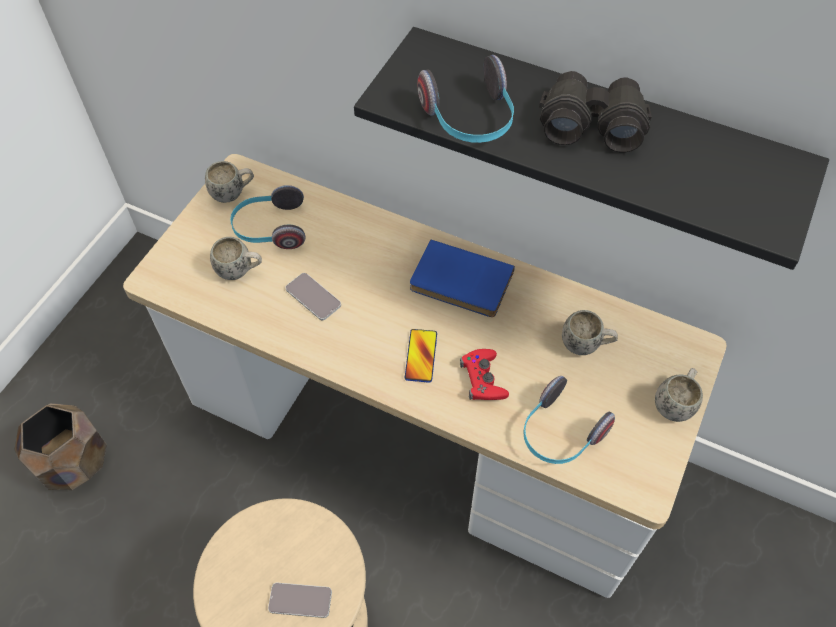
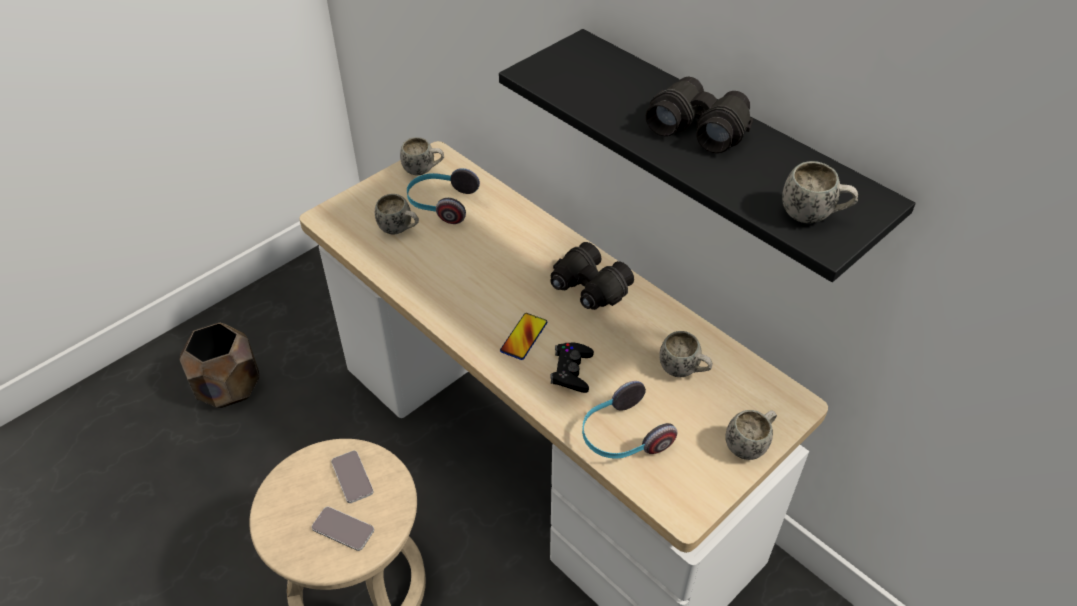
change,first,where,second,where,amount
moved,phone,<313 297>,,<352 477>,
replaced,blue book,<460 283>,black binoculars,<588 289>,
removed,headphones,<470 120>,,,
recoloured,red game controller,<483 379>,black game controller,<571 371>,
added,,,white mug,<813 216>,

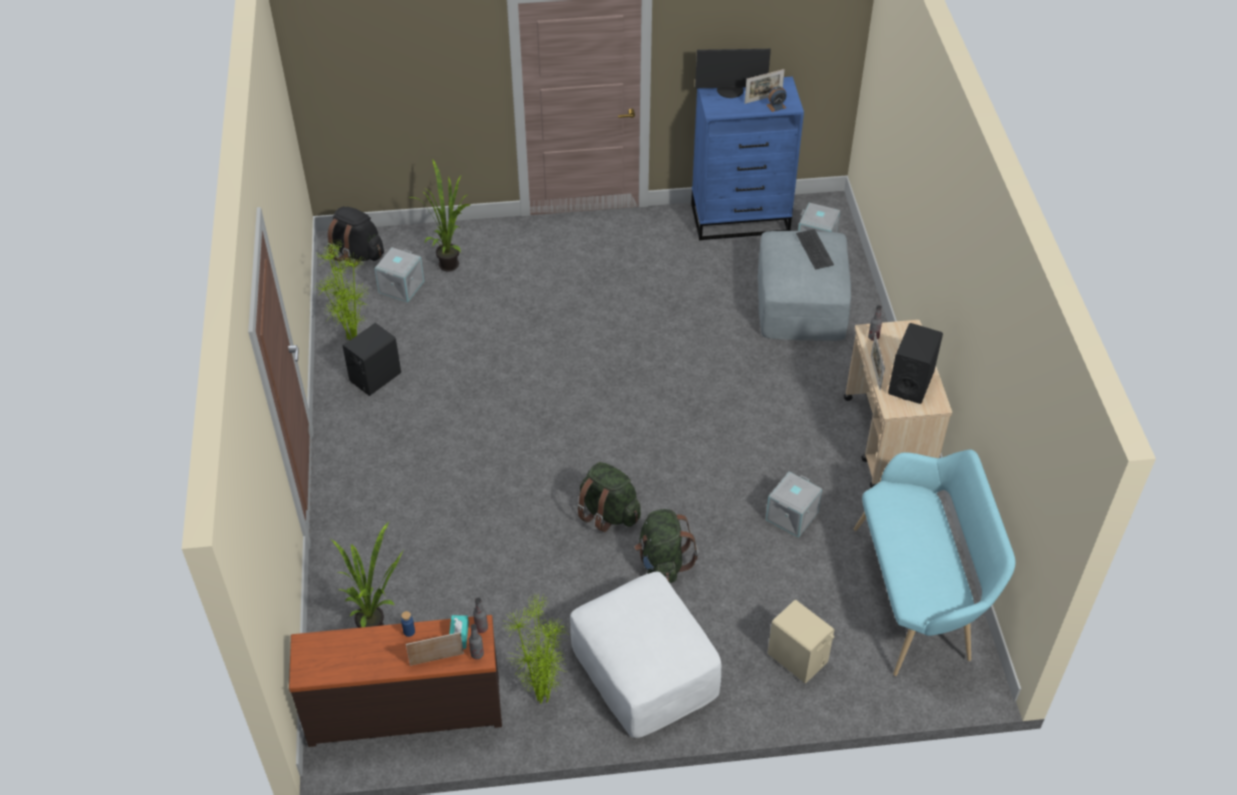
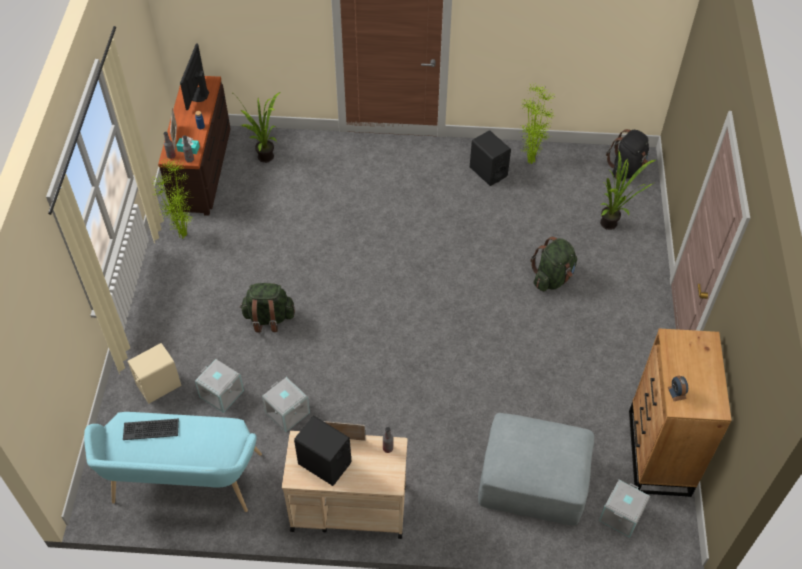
change,first,where,second,where,amount
moved,grey storage box,<401 286>,,<222 393>,
removed,white ottoman,<645 669>,,,
moved,green backpack,<608 513>,,<552 278>,
recoloured,blue dresser,<741 219>,brown dresser,<658 453>,
moved,monitor,<730 91>,,<197 94>,
removed,picture frame,<763 98>,,,
moved,keyboard,<814 249>,,<151 429>,

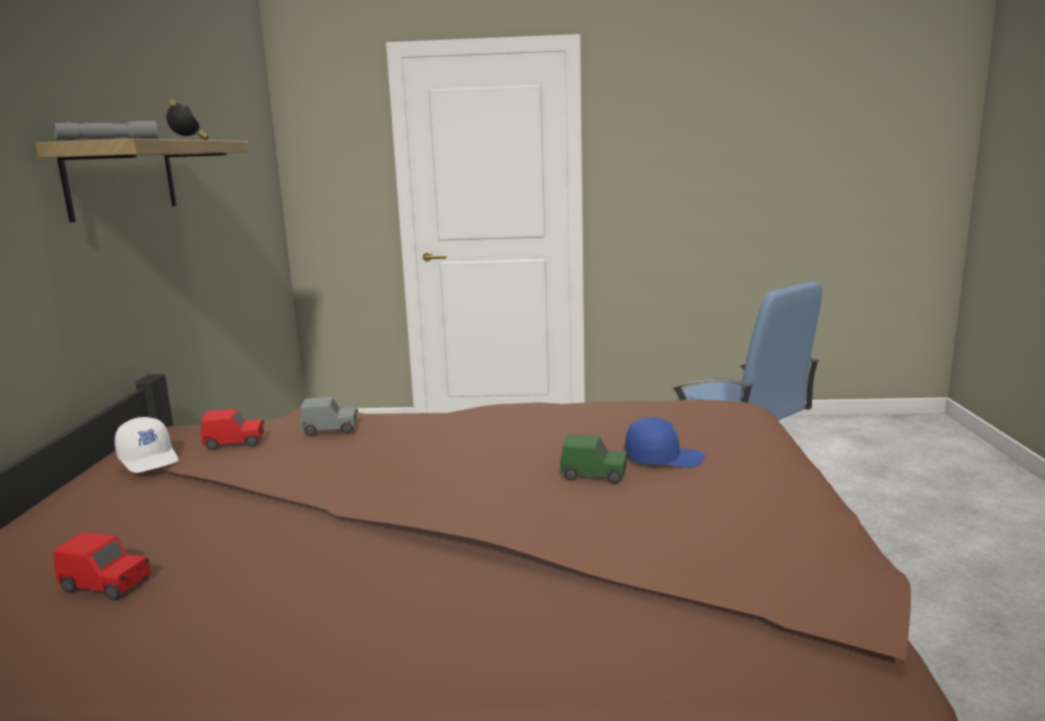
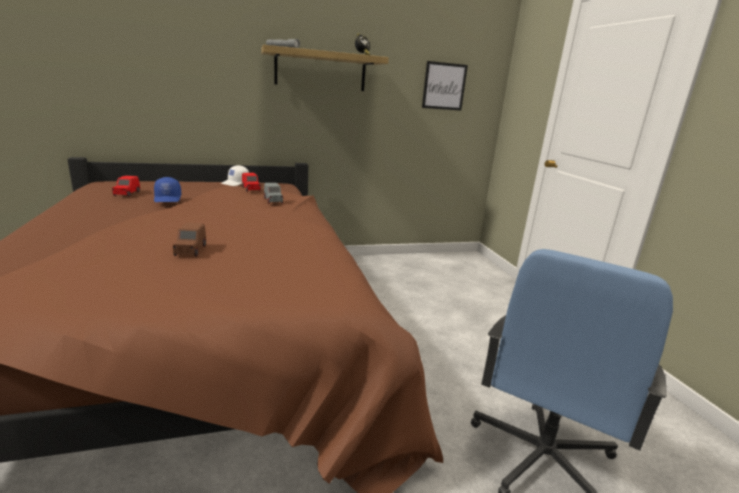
change,first,where,second,where,amount
recoloured,green toy car,<594 475>,brown toy car,<190 250>,
moved,blue cap,<663 458>,,<168 198>,
added,,,picture,<444 86>,

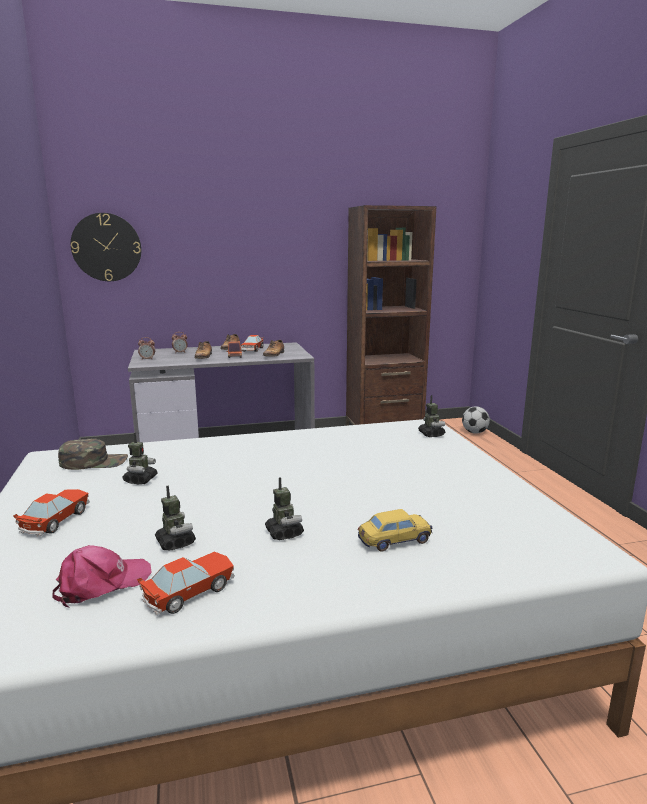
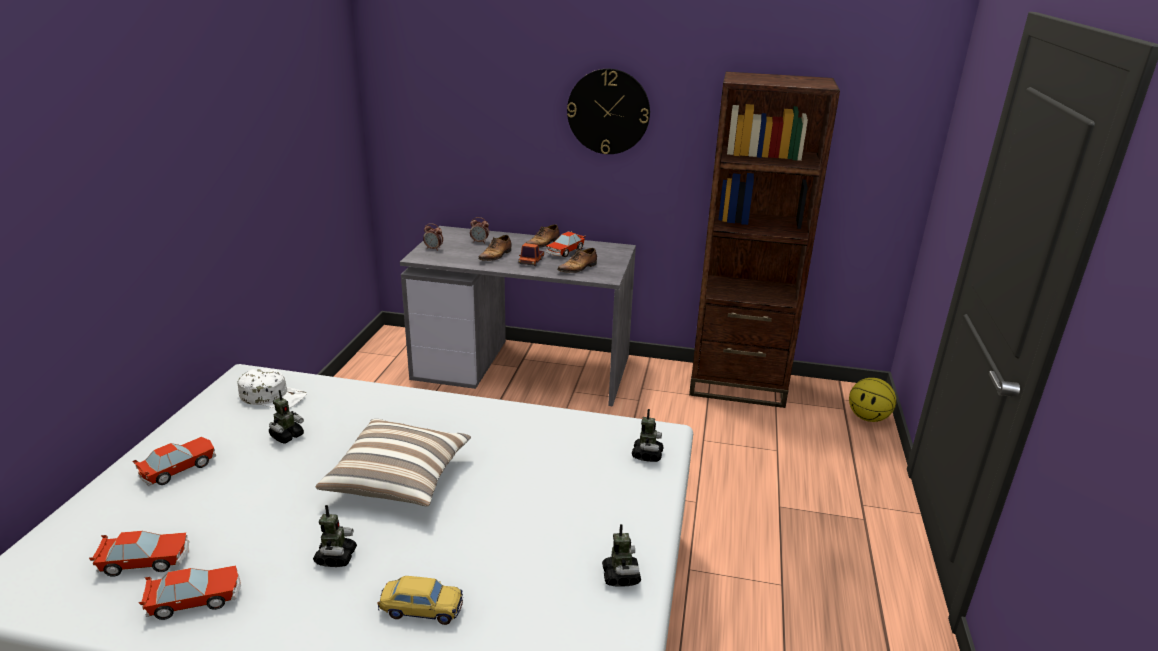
change,first,where,second,where,amount
replaced,pink cap,<101 583>,toy car,<145 561>,
recoloured,green cap,<94 462>,white cap,<273 396>,
moved,wall clock,<106 247>,,<608 111>,
moved,toy robot,<175 543>,,<621 576>,
replaced,football,<475 432>,basketball,<868 418>,
added,,,pillow,<399 480>,

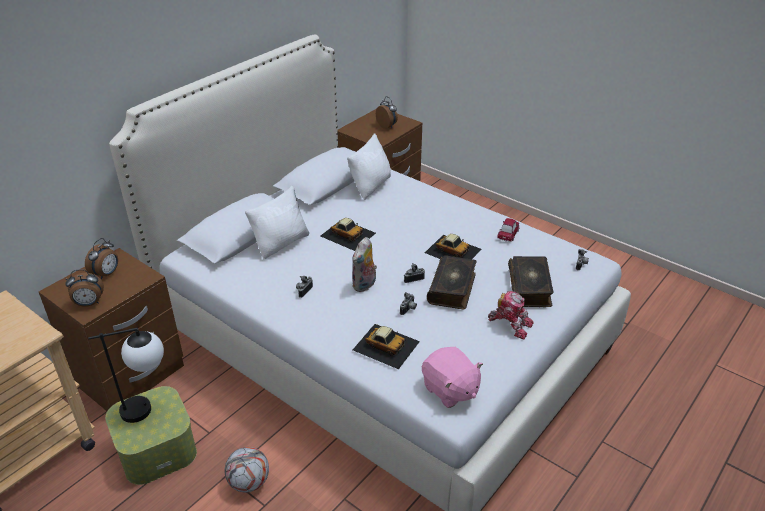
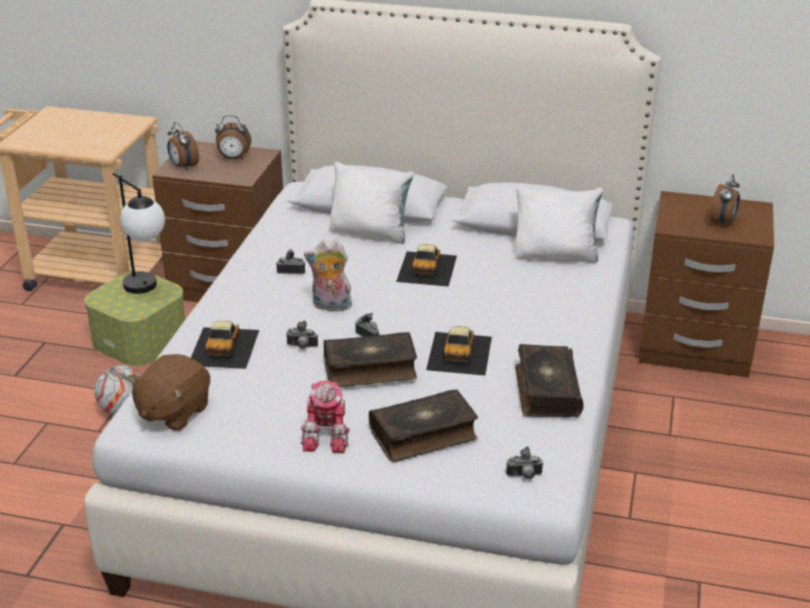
change,first,where,second,where,amount
recoloured,pink plush toy,<450 390>,brown plush toy,<173 412>,
replaced,toy car,<508 234>,book,<546 391>,

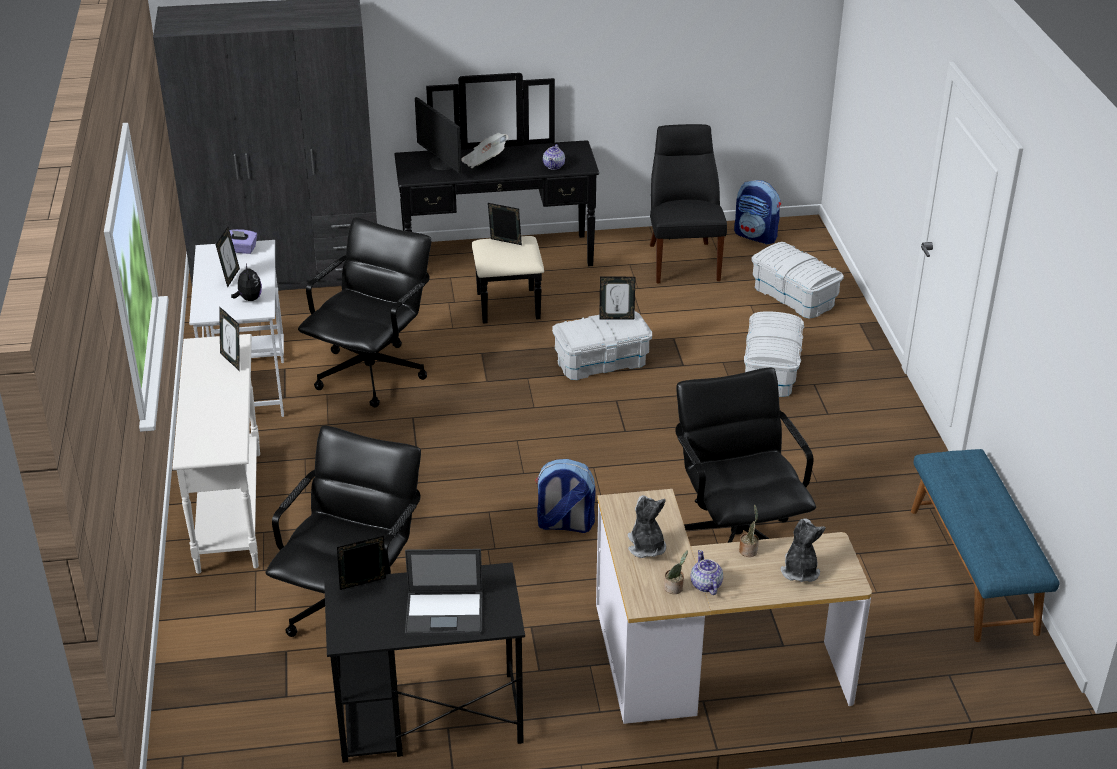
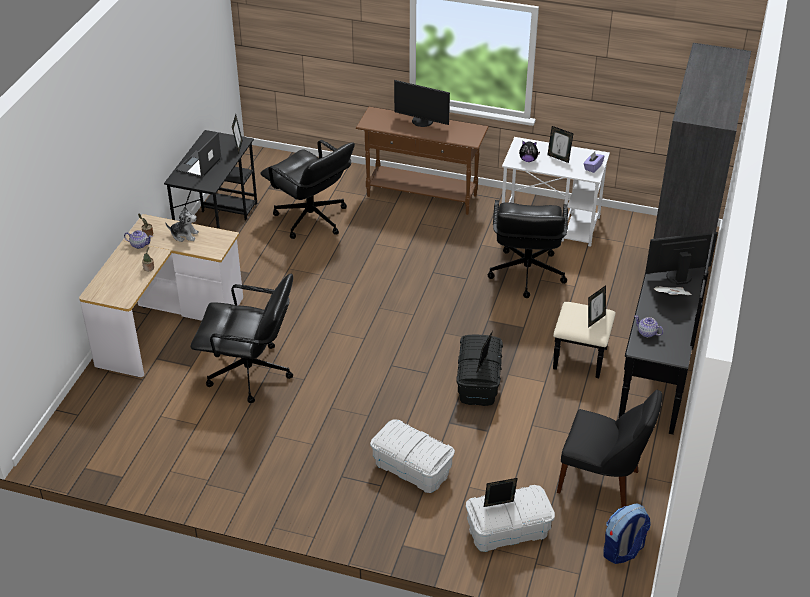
change,first,where,second,where,amount
recoloured,white console table,<230 510>,brown console table,<422 196>,
moved,picture frame,<232 361>,,<499 506>,
turned,black office chair,<372 374>,,<526 273>,45 degrees clockwise
removed,backpack,<564 524>,,,
recoloured,white storage box,<601 361>,black storage box,<479 381>,
removed,plush toy,<799 570>,,,
removed,blue bench,<973 570>,,,
added,,,monitor,<422 121>,

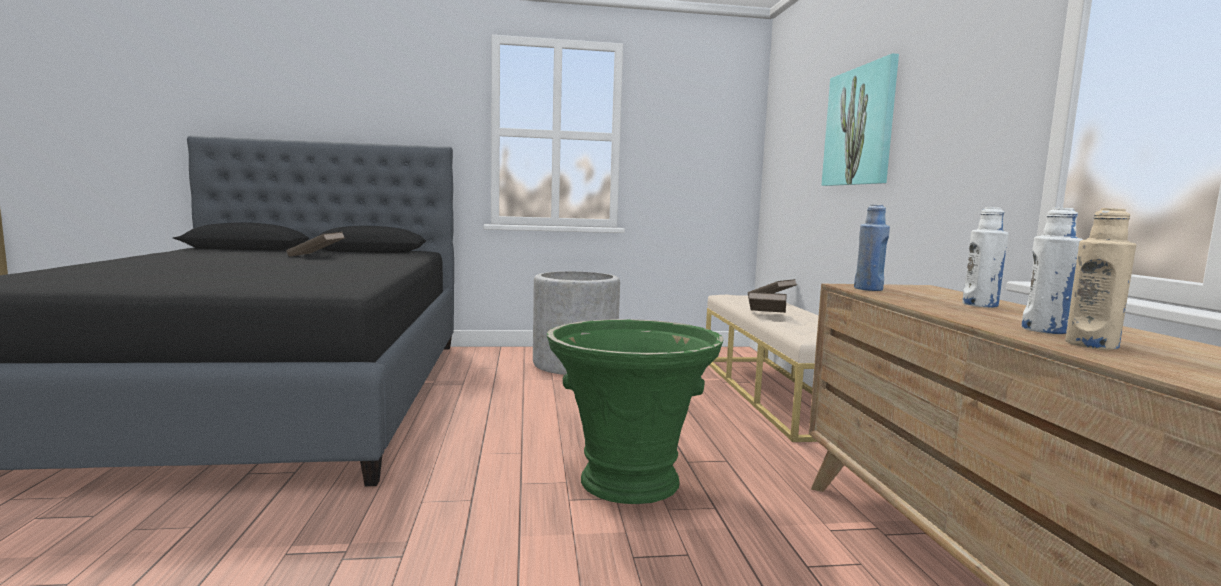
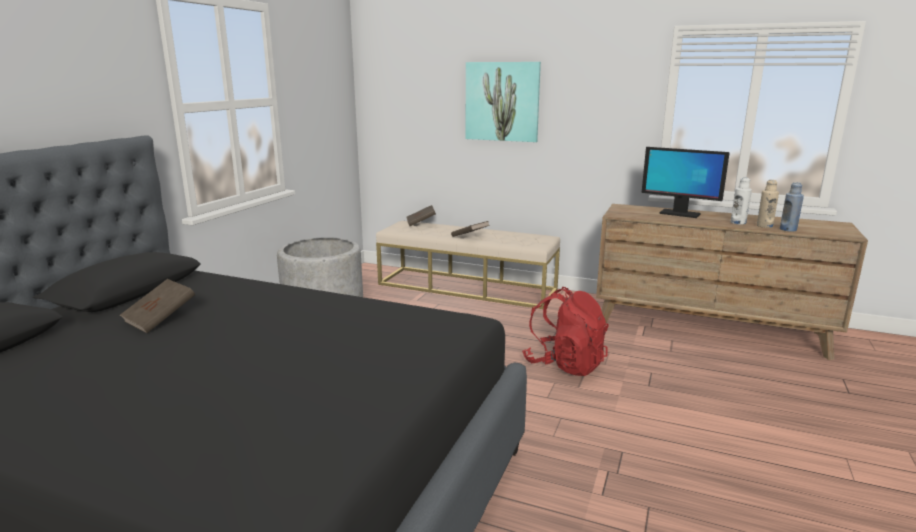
change,first,where,second,where,amount
replaced,green planter,<629 481>,red backpack,<565 364>,
moved,blue bottle,<868 289>,,<788 229>,
replaced,white bottle,<980 305>,monitor,<679 214>,

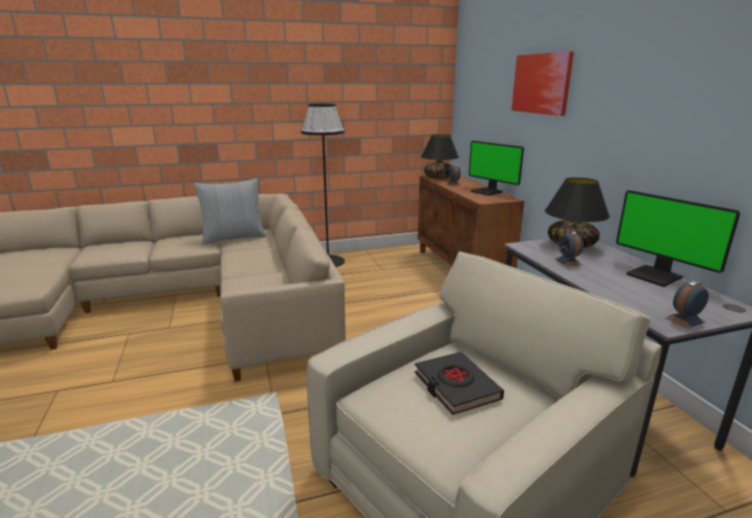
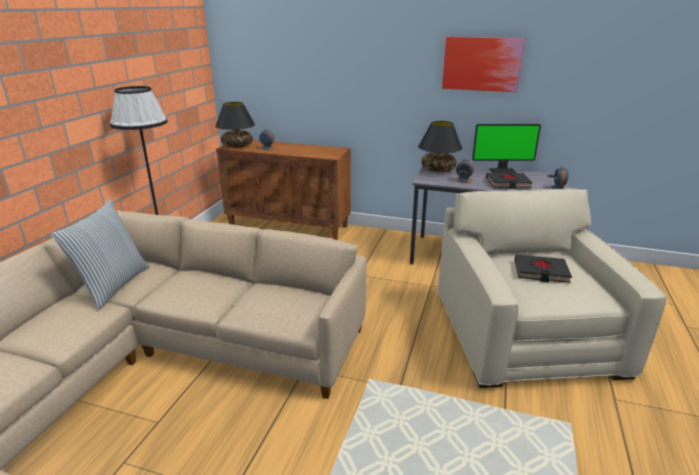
change,first,where,second,where,amount
removed,monitor,<488 191>,,,
moved,picture,<541 83>,,<481 64>,
added,,,black book,<508 183>,

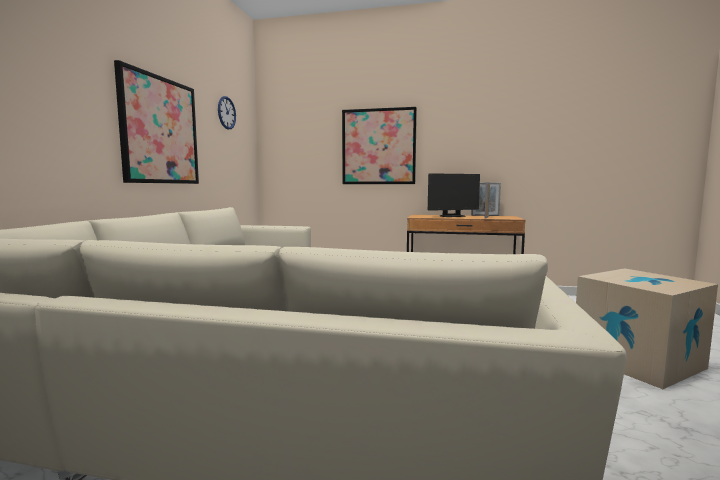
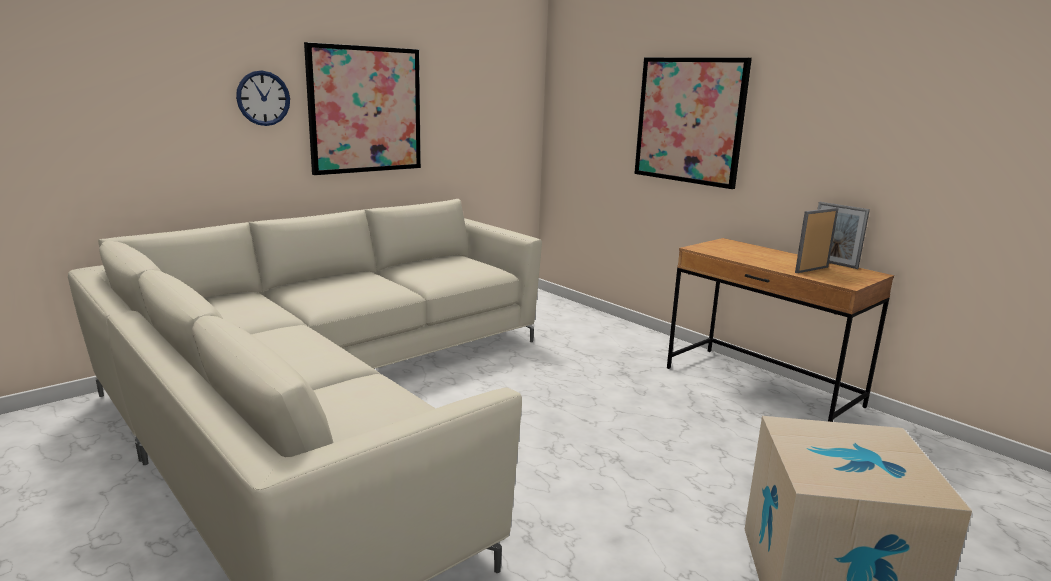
change,first,where,second,where,amount
moved,wall clock,<226 113>,,<263 98>,
removed,monitor,<452 216>,,,

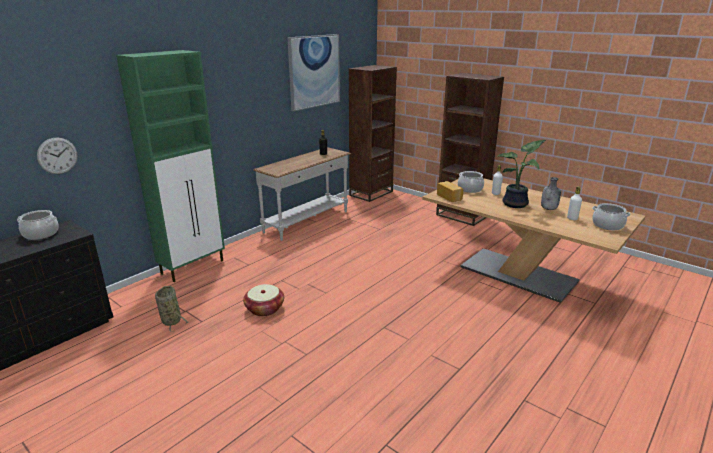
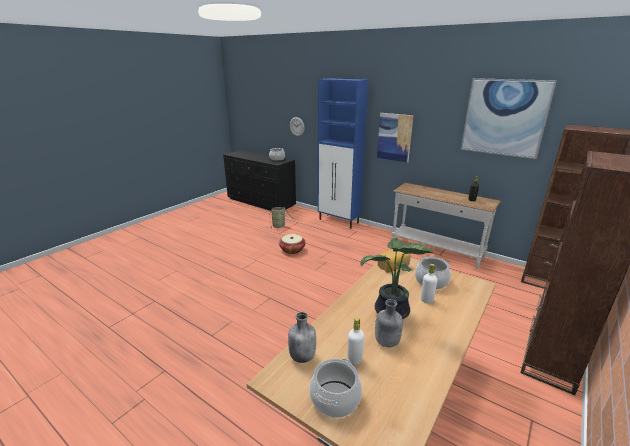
change,first,where,second,where,amount
recoloured,green cabinet,<193 267>,blue cabinet,<339 221>,
added,,,grey bottle,<302 356>,
added,,,picture,<394 137>,

